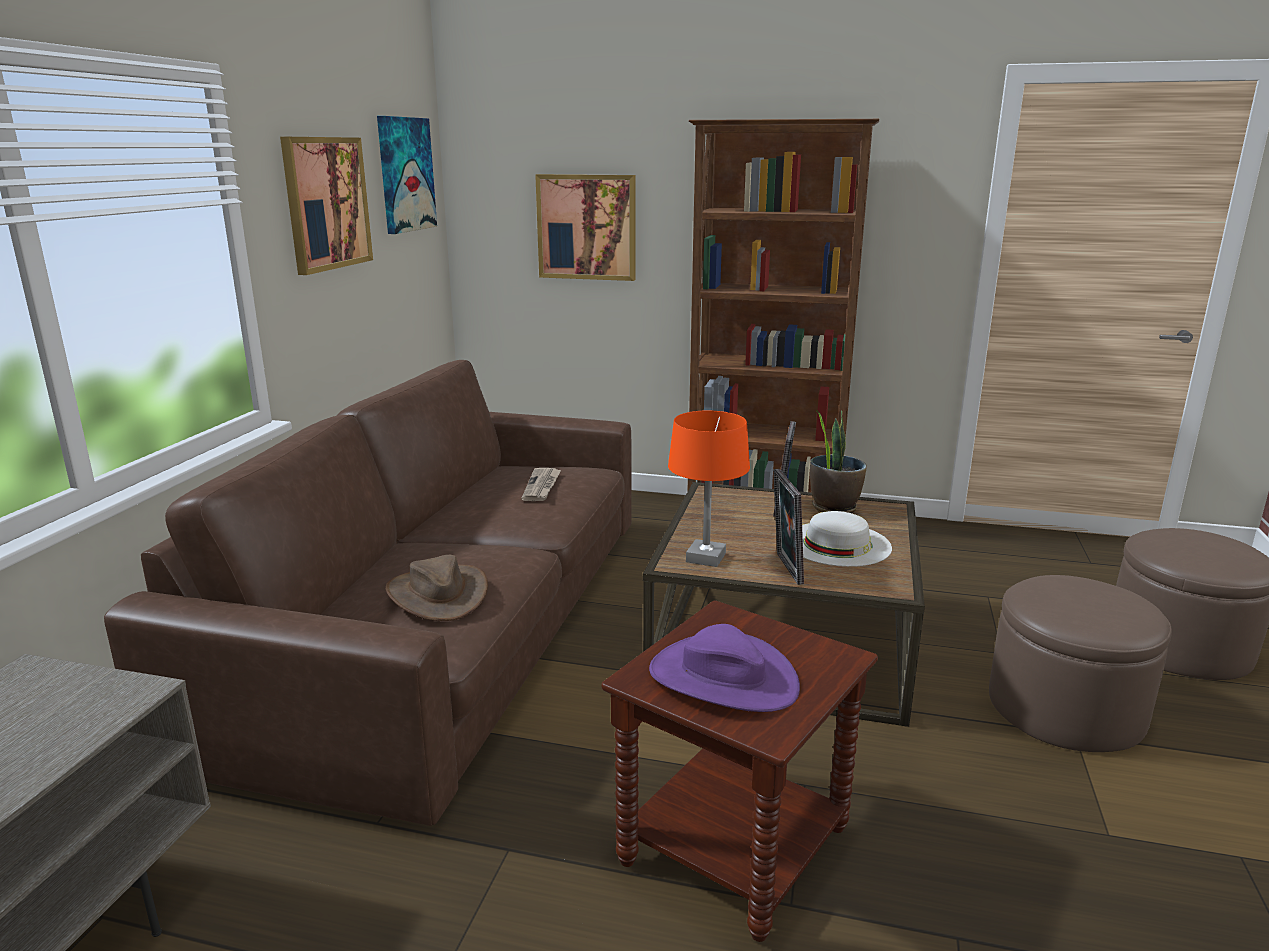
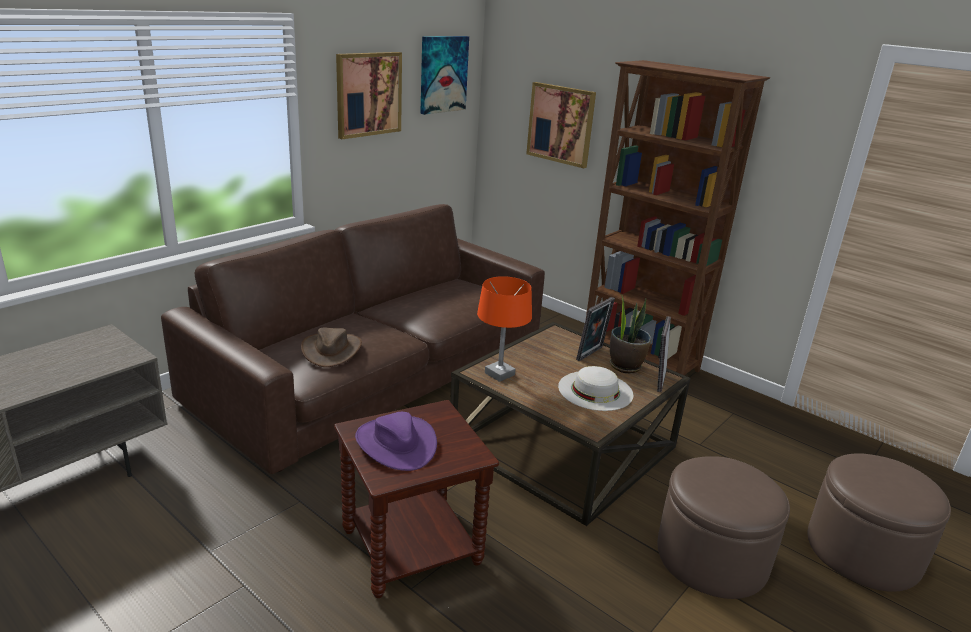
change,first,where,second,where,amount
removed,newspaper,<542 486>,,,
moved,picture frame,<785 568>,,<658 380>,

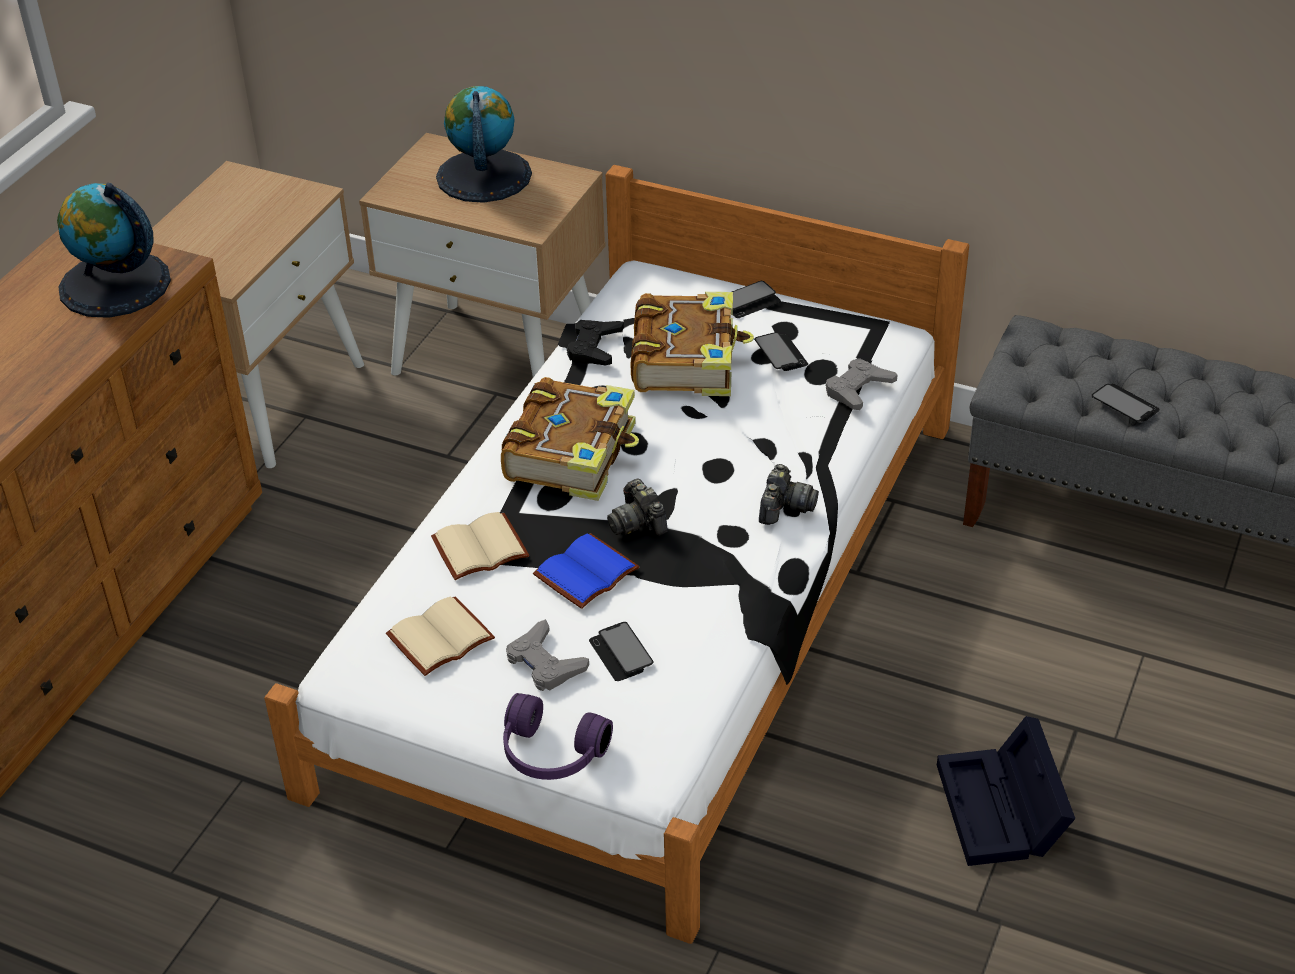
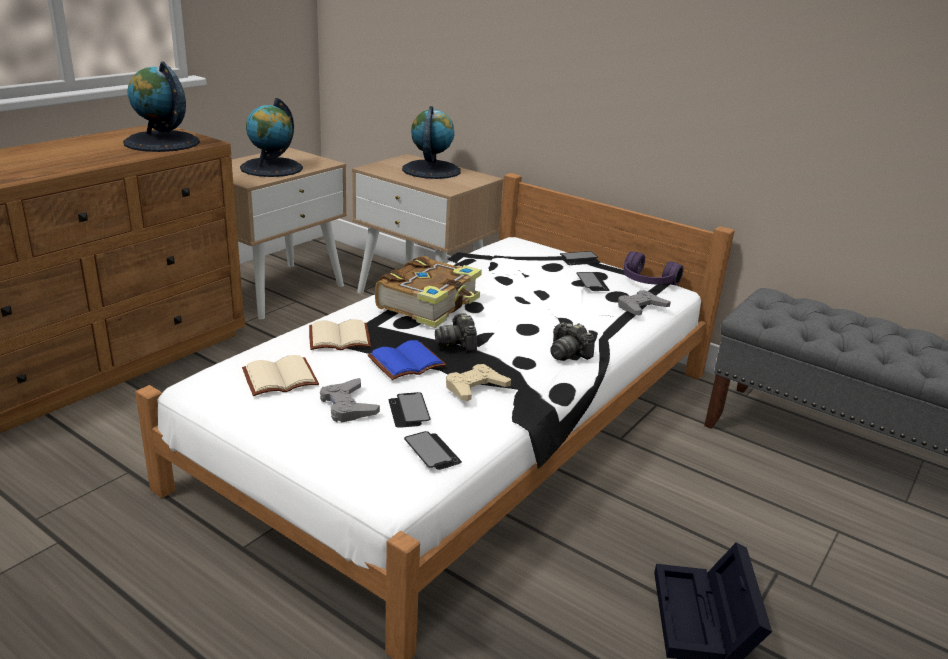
change,first,where,second,where,amount
moved,purple headphones,<550 755>,,<646 282>,
removed,black game controller,<594 347>,,,
removed,book,<687 359>,,,
turned,photo camera,<784 507>,,<568 353>,105 degrees clockwise
moved,phone,<1124 404>,,<432 452>,
added,,,globe,<271 168>,
added,,,beige game controller,<475 388>,

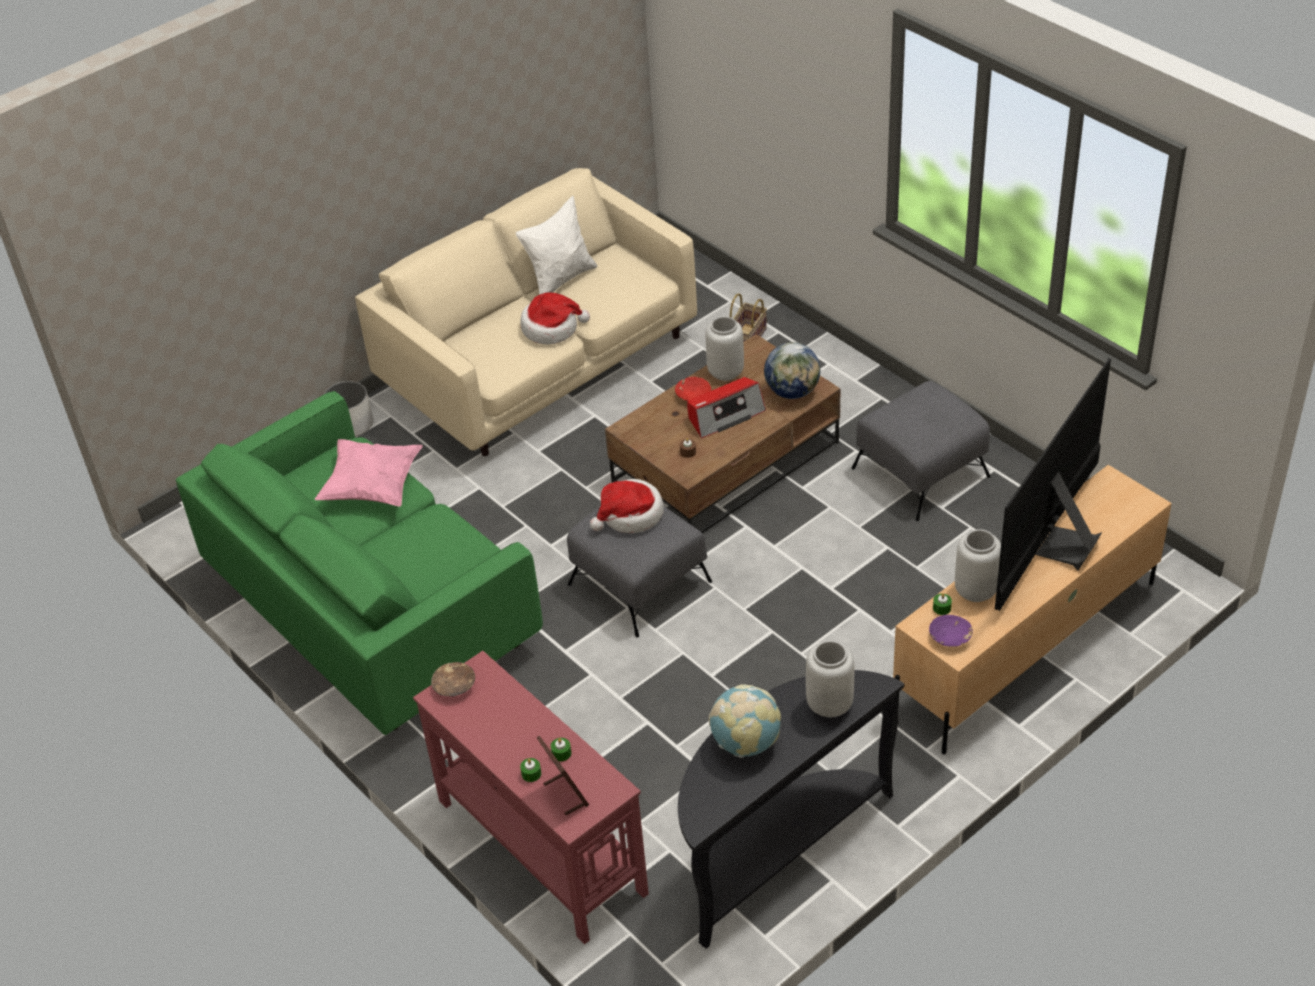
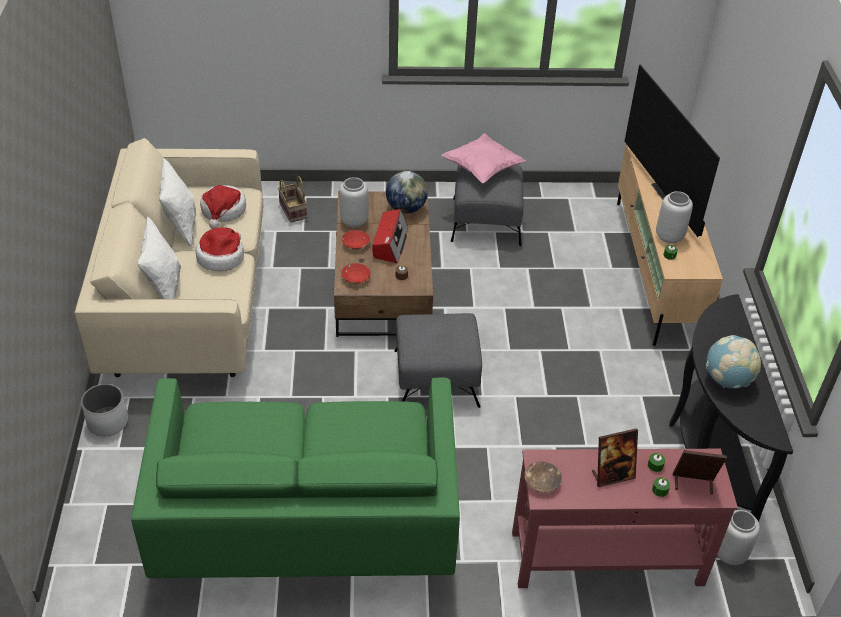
change,first,where,second,where,amount
moved,pink pillow,<372 487>,,<482 169>,
moved,hat,<630 515>,,<223 211>,
moved,grey vase,<828 705>,,<730 554>,
removed,purple bowl,<950 637>,,,
added,,,white pillow,<164 289>,
added,,,red bowl,<355 278>,
added,,,picture frame,<612 475>,

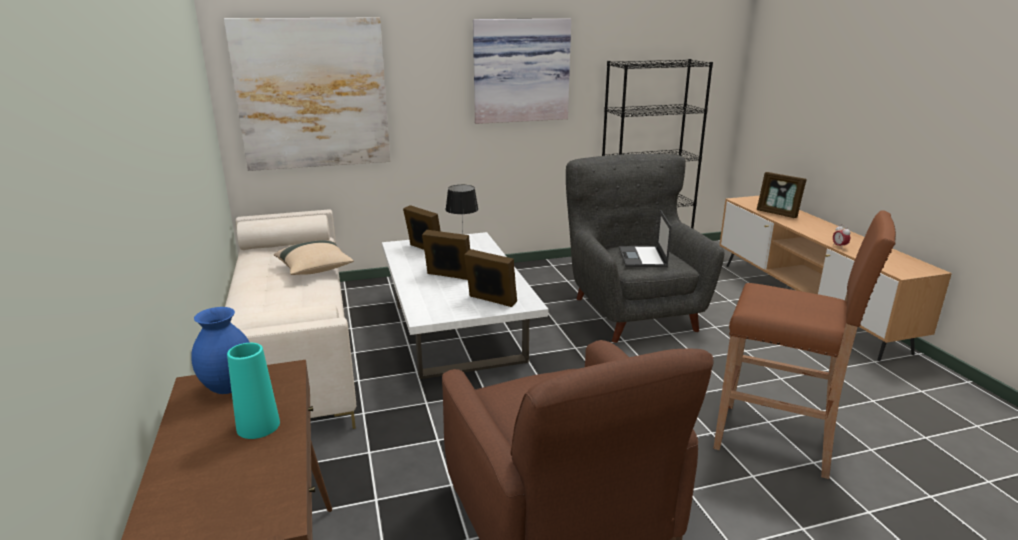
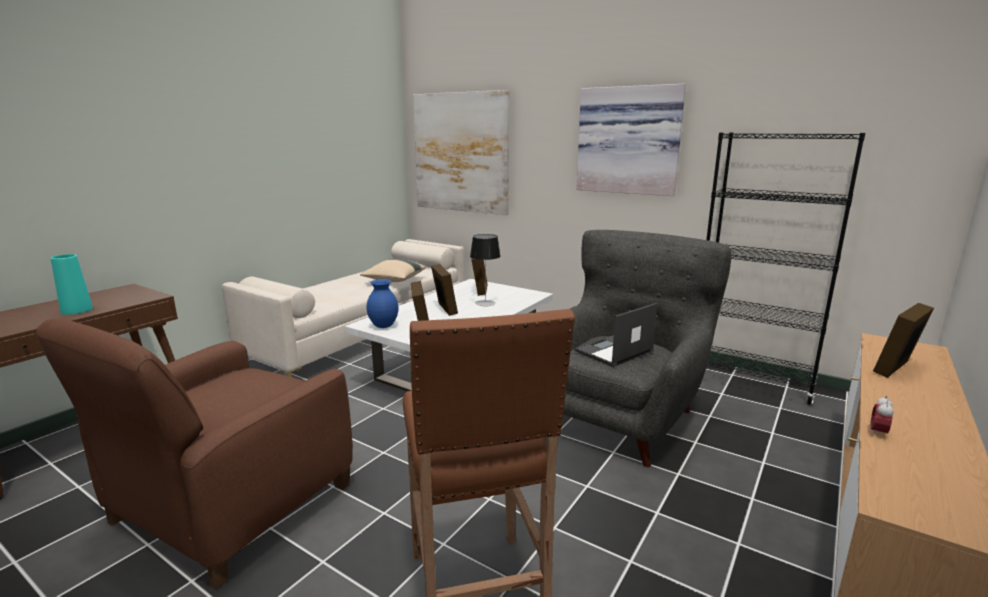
change,first,where,second,where,amount
moved,blue vase,<227 388>,,<383 326>,
turned,picture frame,<778 213>,,<895 369>,45 degrees clockwise

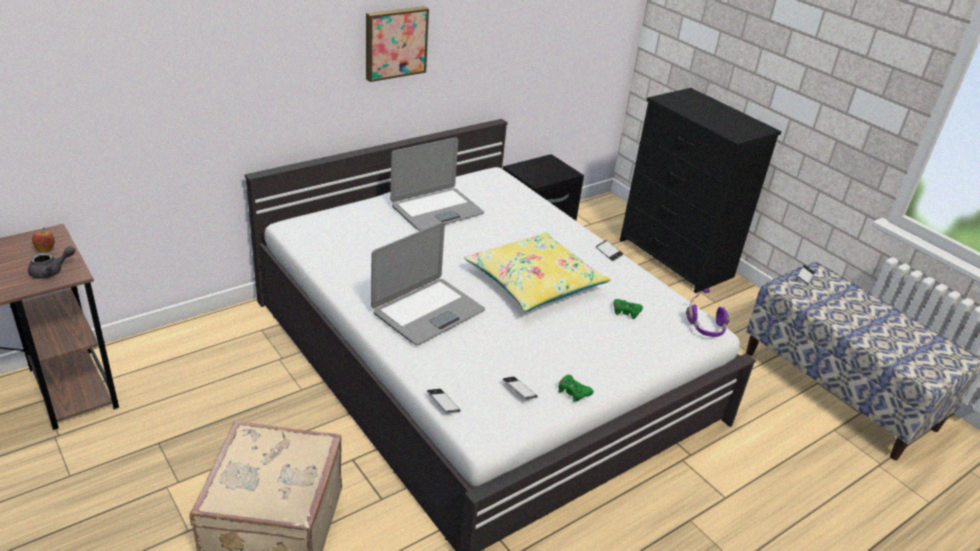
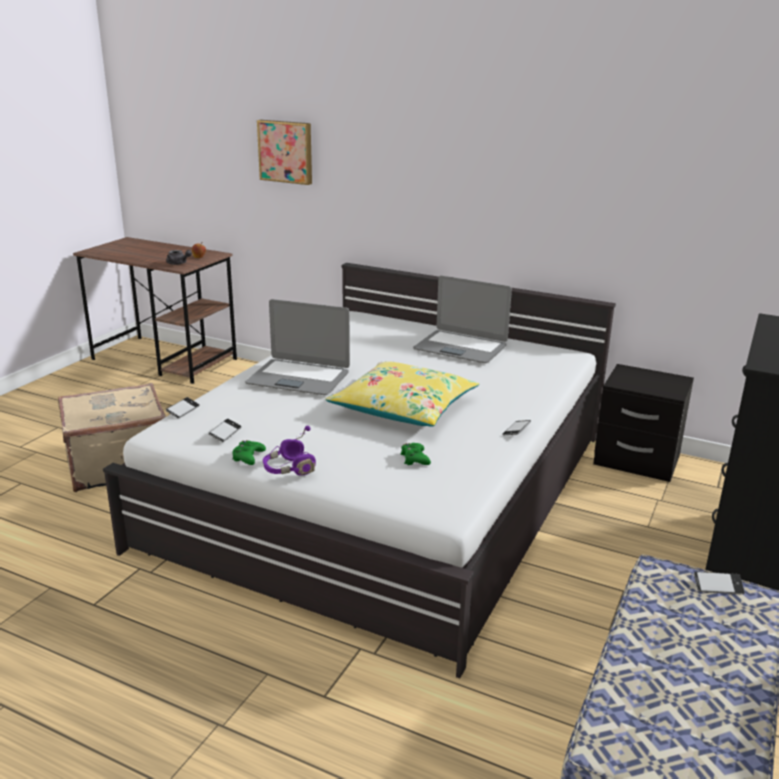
change,first,where,second,where,amount
moved,picture,<395 42>,,<286 151>,
moved,purple headphones,<706 328>,,<289 469>,

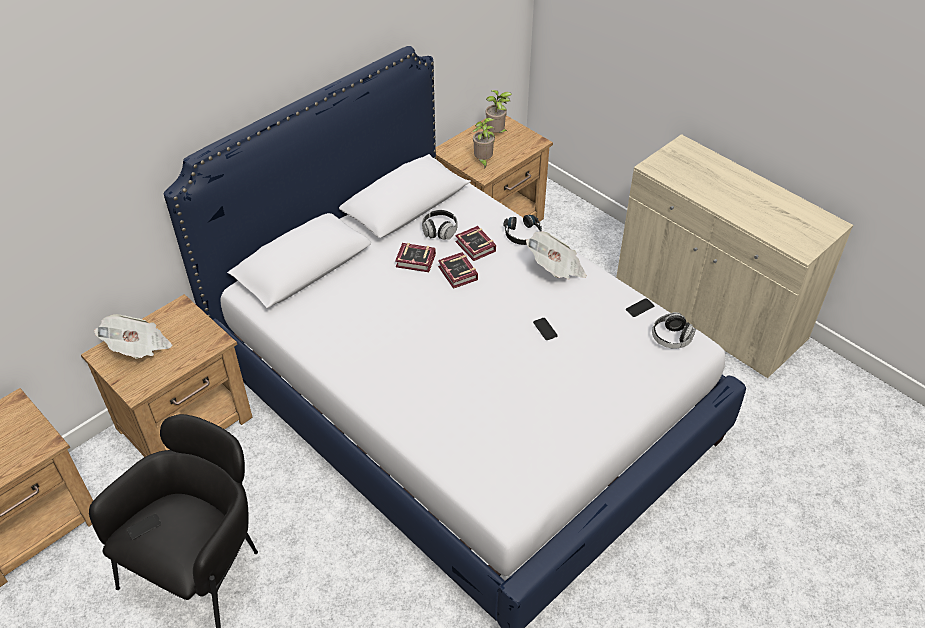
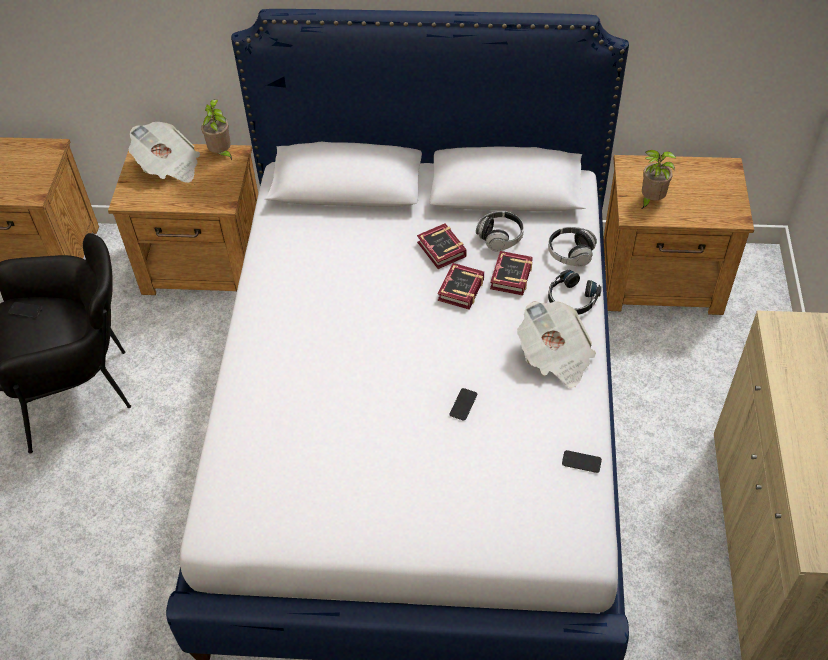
change,first,where,second,where,amount
moved,potted plant,<496 133>,,<221 153>,
moved,headphones,<671 338>,,<570 253>,

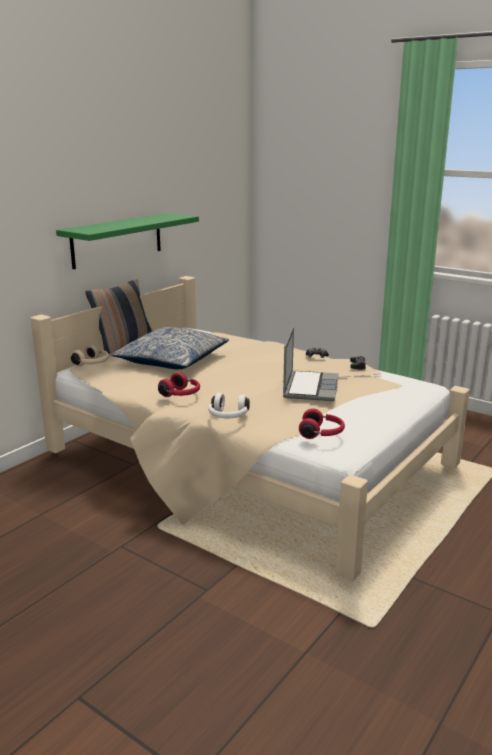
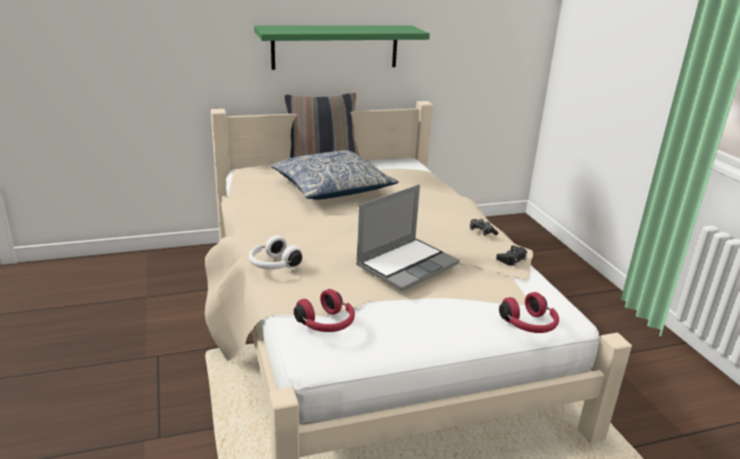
change,first,where,second,where,amount
removed,beige headphones,<92 364>,,,
moved,red headphones,<181 394>,,<529 325>,

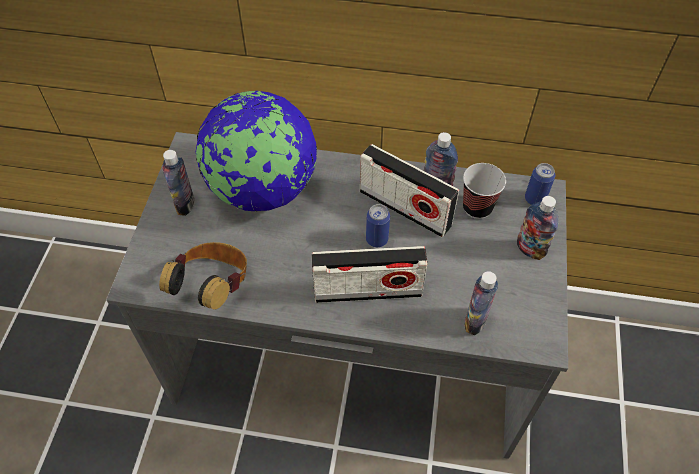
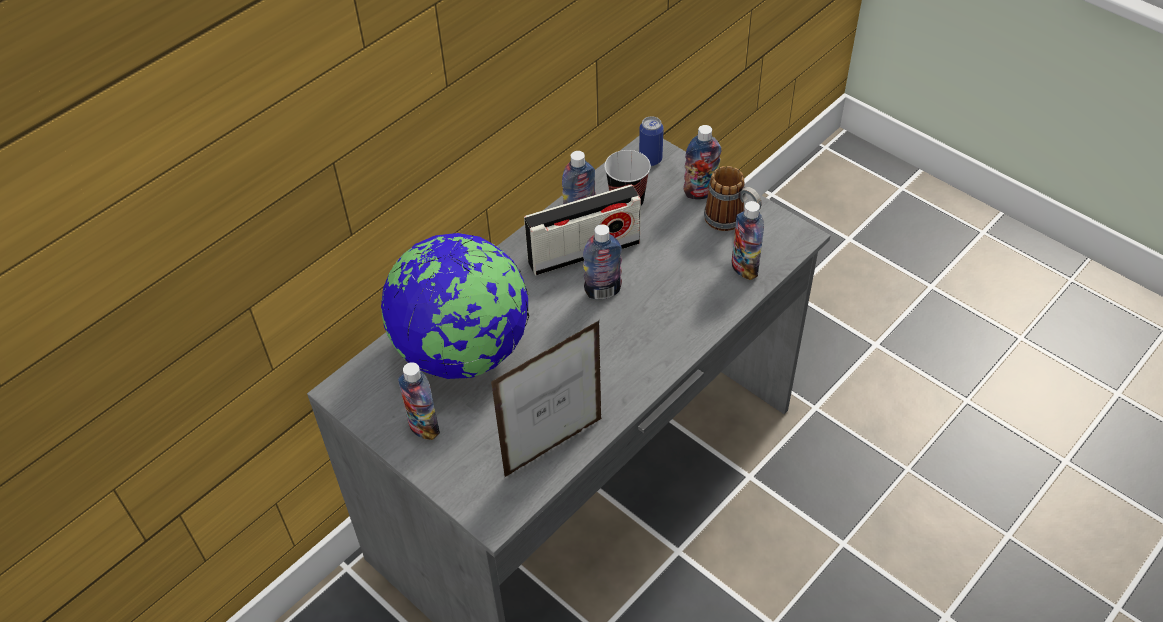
change,first,where,second,where,amount
replaced,headphones,<213 287>,picture frame,<554 447>,
removed,radio,<367 291>,,,
replaced,can,<377 239>,bottle,<603 291>,
added,,,mug,<731 222>,

